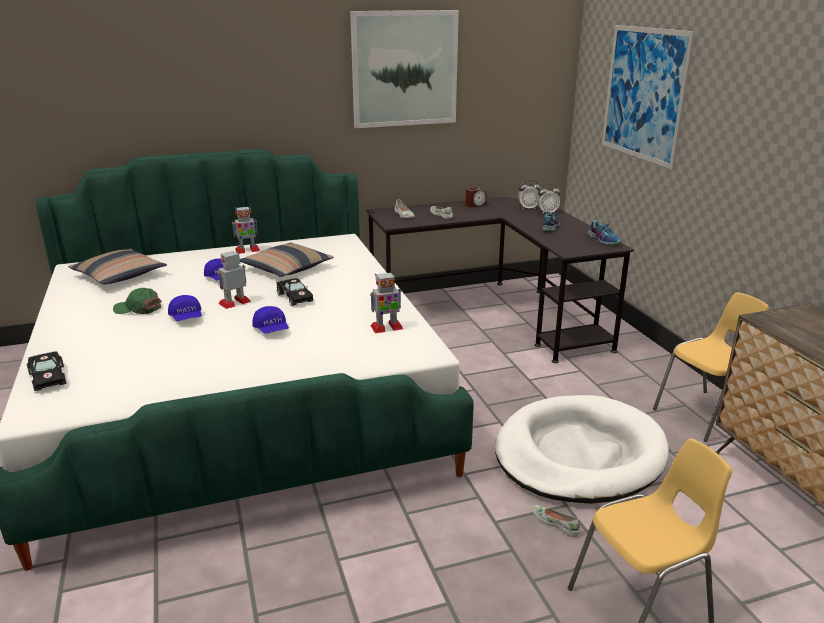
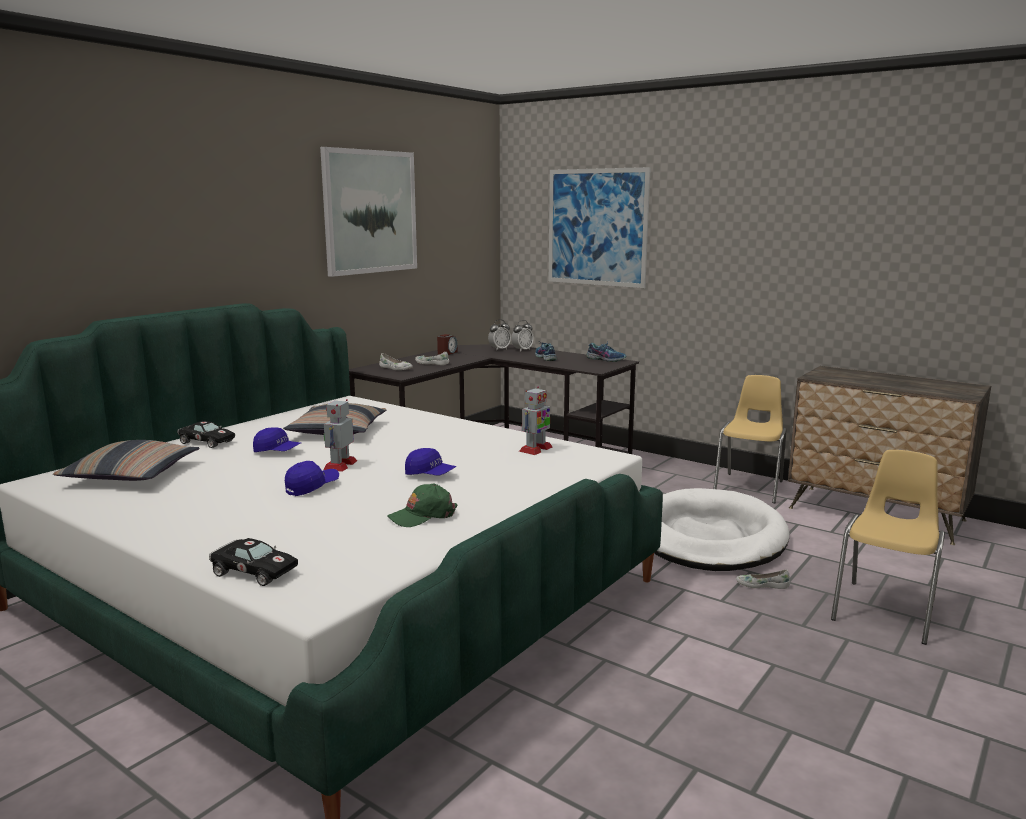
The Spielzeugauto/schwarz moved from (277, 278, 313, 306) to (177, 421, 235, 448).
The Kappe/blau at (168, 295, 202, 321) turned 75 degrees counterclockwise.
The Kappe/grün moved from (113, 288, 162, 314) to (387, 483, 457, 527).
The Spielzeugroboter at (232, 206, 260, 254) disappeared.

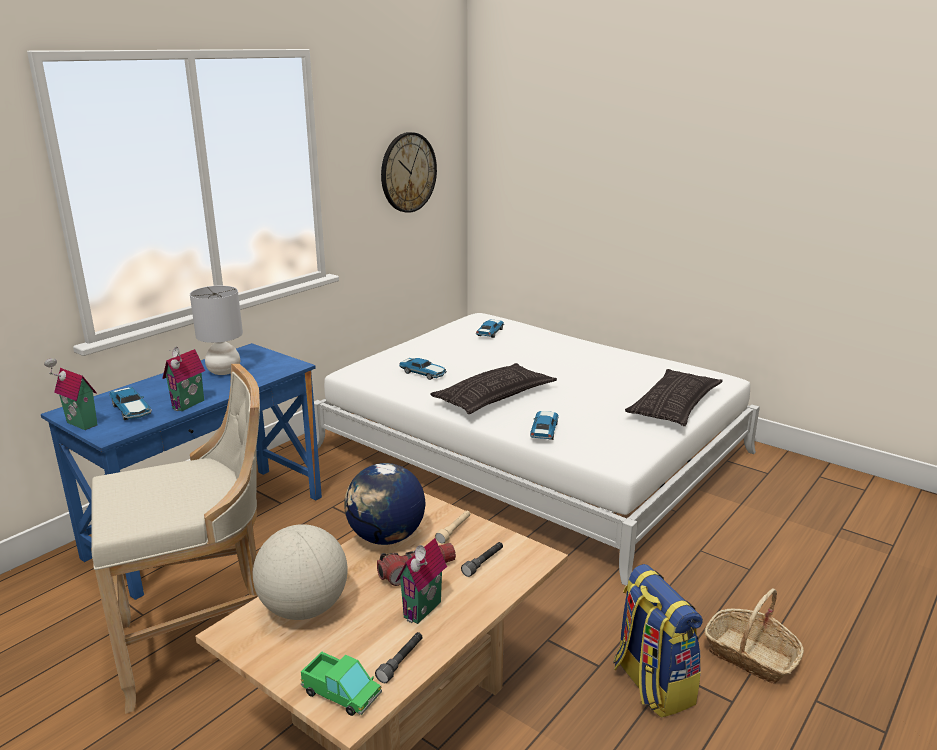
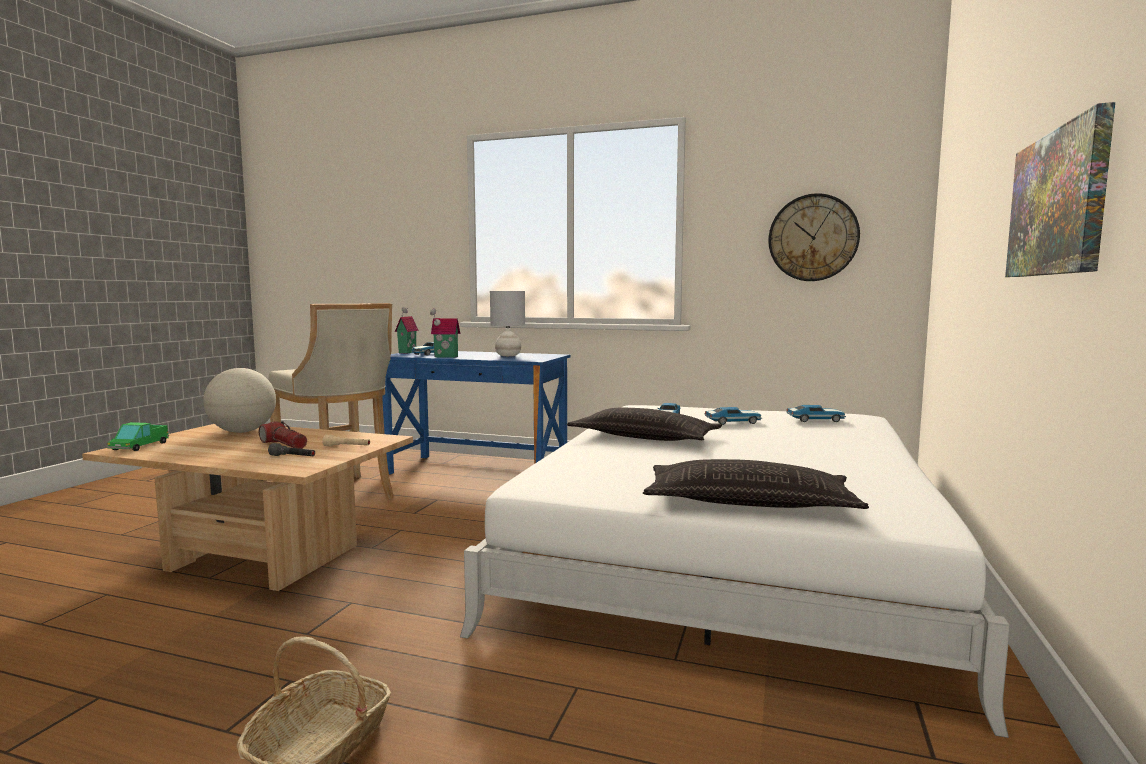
The Spielzeugauto moved from (530, 411, 559, 440) to (705, 407, 762, 425).
The Bild at (1005, 102, 1115, 277) appeared.
The Globus at (344, 463, 425, 545) disappeared.
The Taschenlampe/grau at (375, 632, 423, 683) disappeared.
The Spielzeughaus at (395, 538, 447, 624) disappeared.
The Rucksack at (614, 564, 703, 718) disappeared.

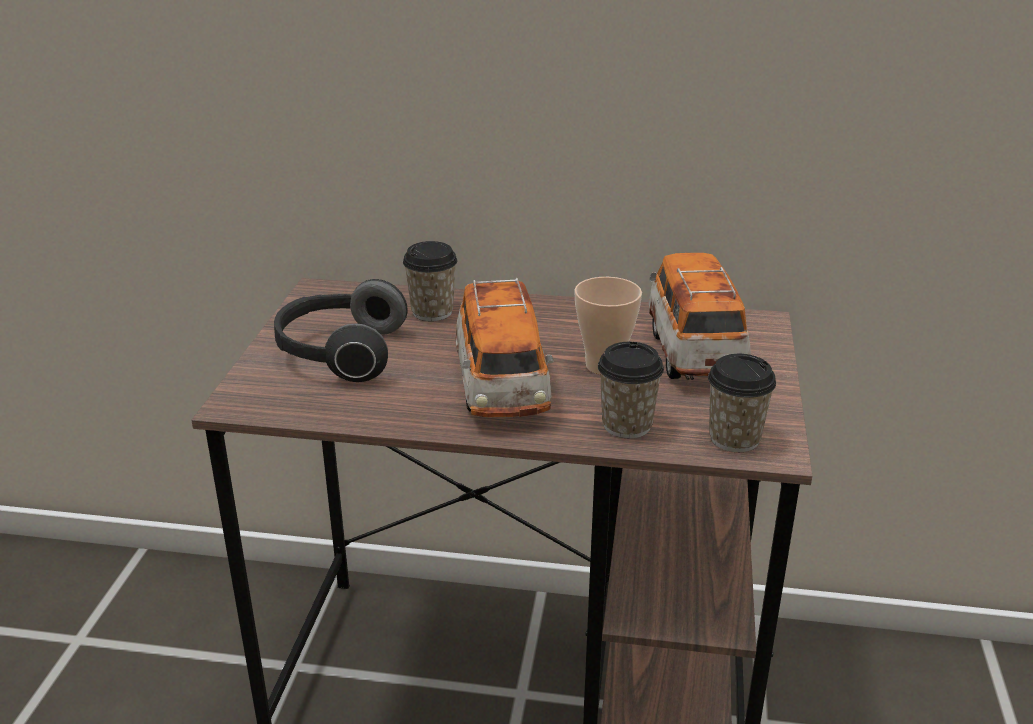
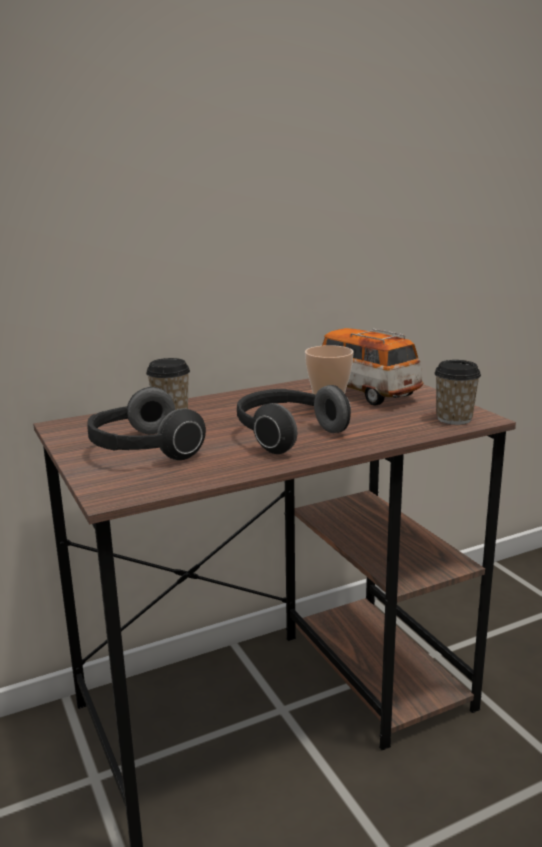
The Spielzeugauto at (455, 278, 554, 417) was replaced by the Kopfhörer at (237, 385, 351, 454).
The Tasse at (598, 342, 664, 438) disappeared.

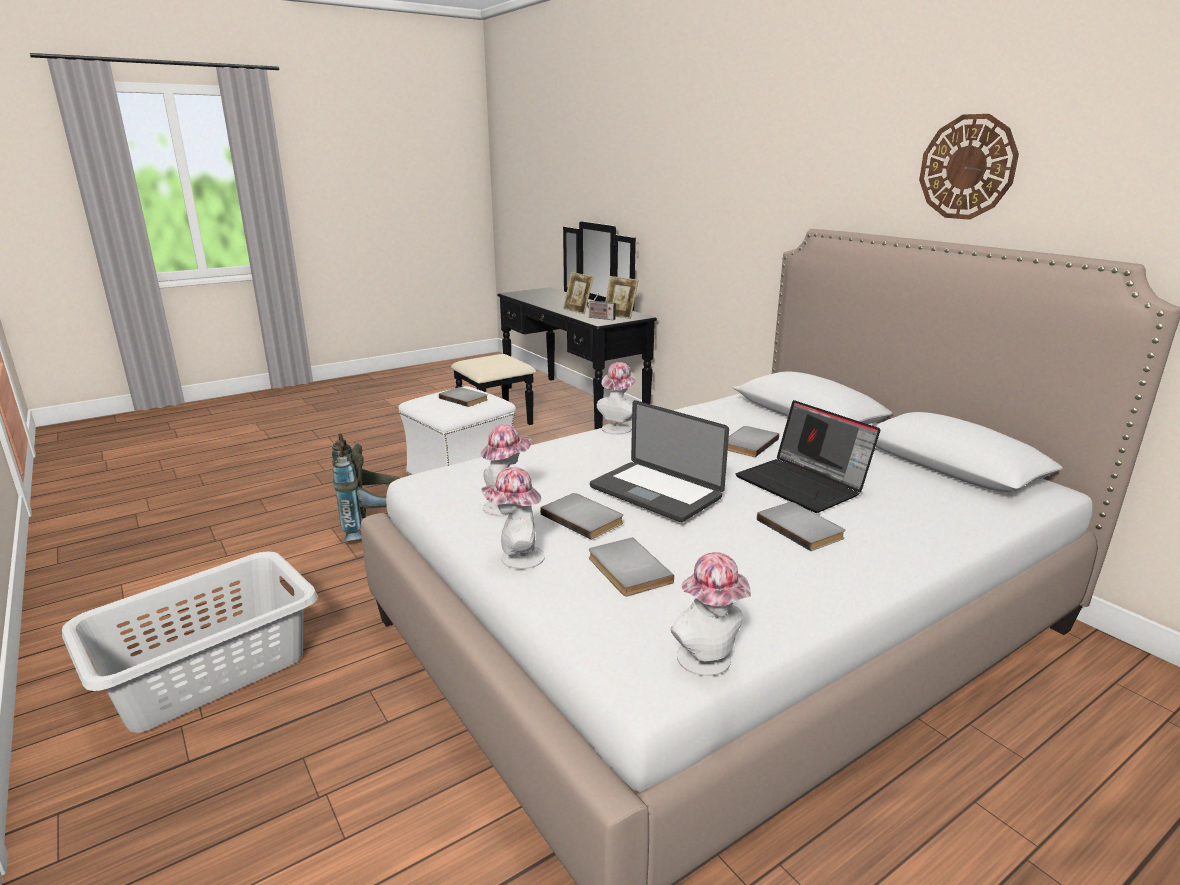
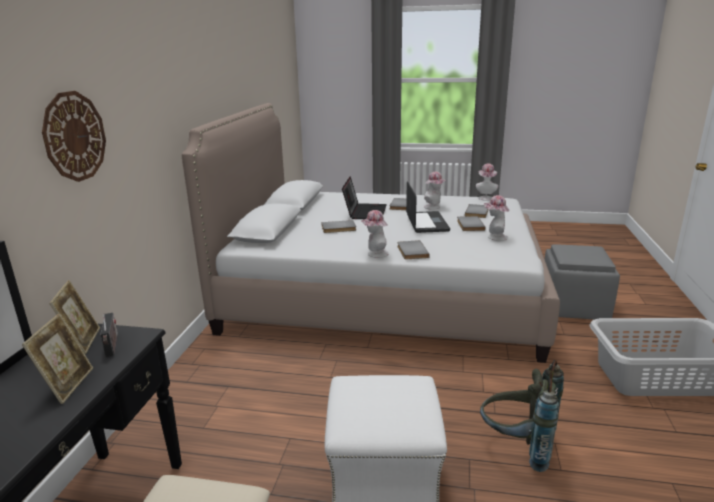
The Wanduhr moved from (919, 114, 1019, 220) to (42, 91, 106, 182).
The Buch/grau moved from (439, 387, 488, 407) to (397, 240, 430, 259).
The Hut moved from (481, 467, 545, 569) to (424, 172, 446, 210).
The Polsterhocker/grau at (545, 244, 620, 320) appeared.

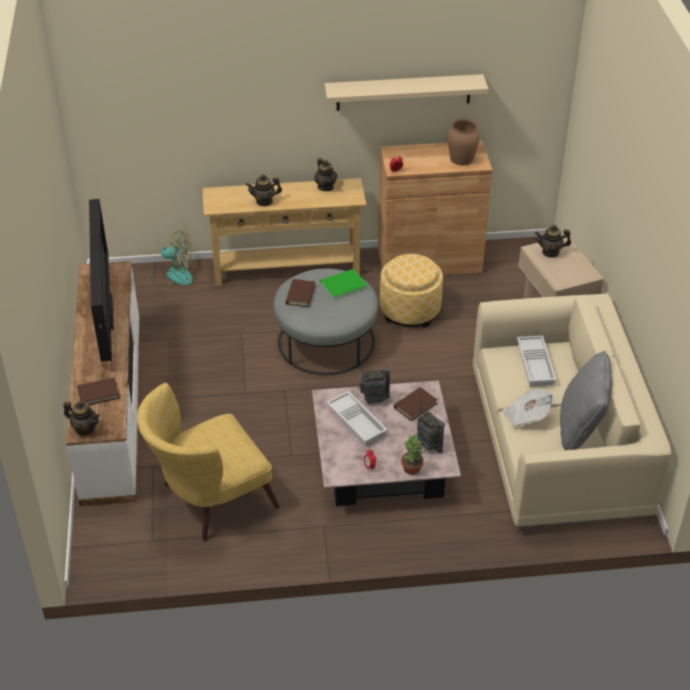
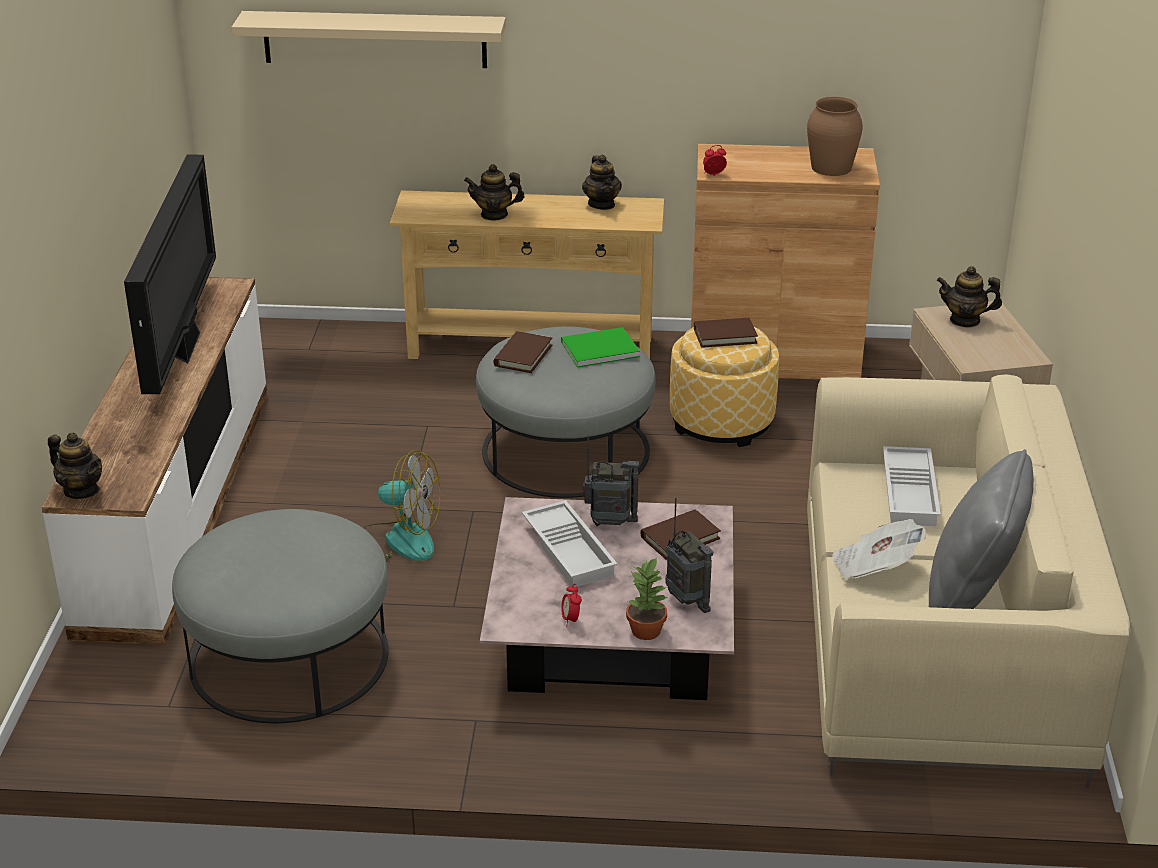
The Sessel/gelb at (137, 383, 280, 541) was replaced by the Polsterhocker/grau at (172, 509, 388, 723).
The Wandregal/beige moved from (324, 74, 489, 111) to (231, 11, 506, 68).
The Ventilator moved from (151, 230, 193, 292) to (363, 450, 440, 561).
The Buch/braun moved from (77, 377, 120, 405) to (694, 318, 758, 348).

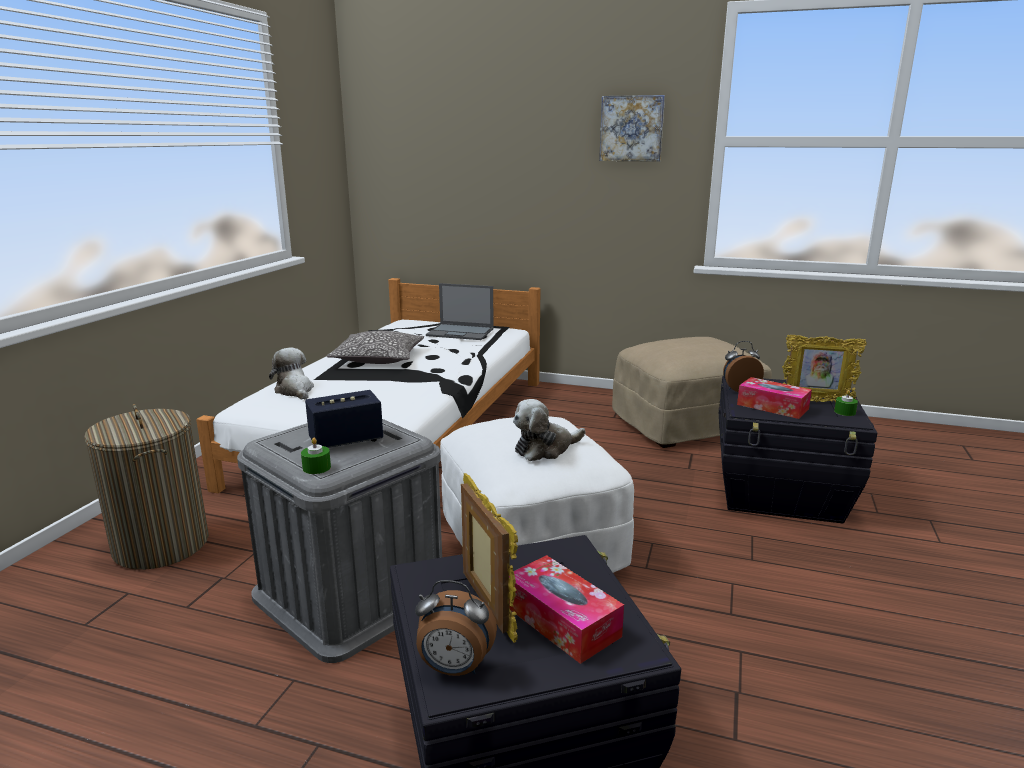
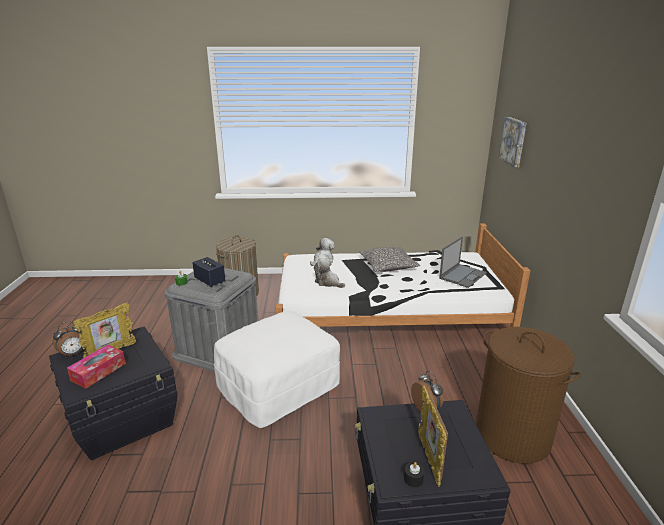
The Wecker at (415, 580, 497, 676) turned 120 degrees counterclockwise.
The Plüschtier moved from (513, 399, 585, 461) to (314, 258, 345, 288).
The Kerze/grün at (834, 390, 858, 416) became the Kerze/schwarz at (404, 462, 424, 487).
The Laptop at (426, 283, 494, 340) turned 135 degrees counterclockwise.
The Polsterhocker/beige at (612, 337, 772, 448) was replaced by the Wäschekorb/braun at (476, 327, 581, 464).
The Bild moved from (599, 95, 665, 162) to (499, 117, 526, 168).
The Taschentuchbox at (737, 377, 812, 419) disappeared.

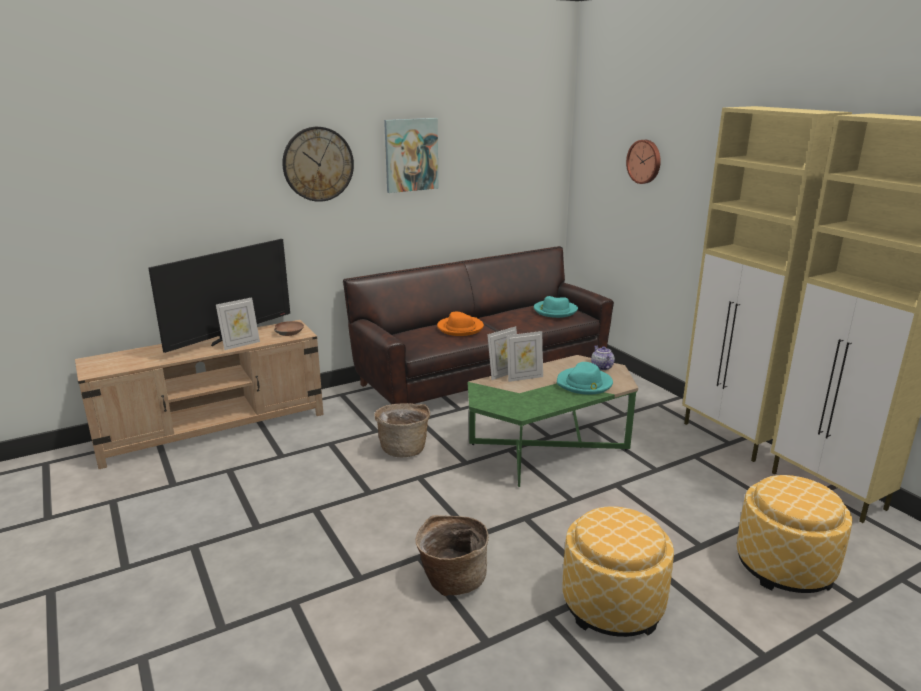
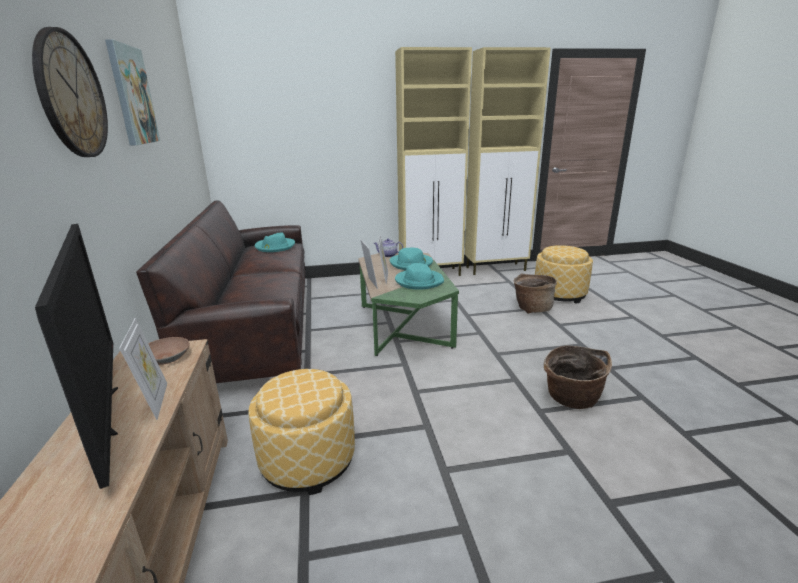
The Polsterhocker moved from (562, 506, 674, 637) to (248, 369, 355, 495).
The Hut/türkis at (395, 263, 444, 290) appeared.
The Korb moved from (374, 403, 430, 457) to (514, 273, 557, 314).
The Hut/orange at (437, 312, 484, 336) disappeared.
The Wanduhr at (626, 140, 661, 184) disappeared.

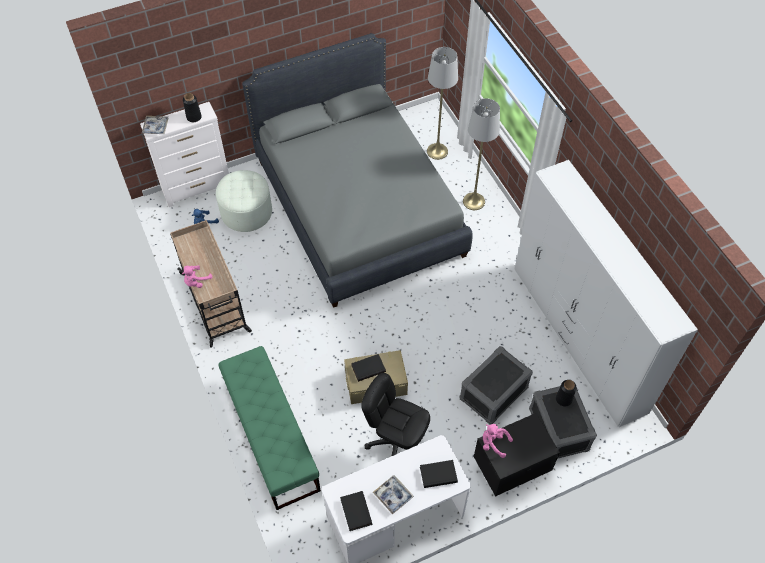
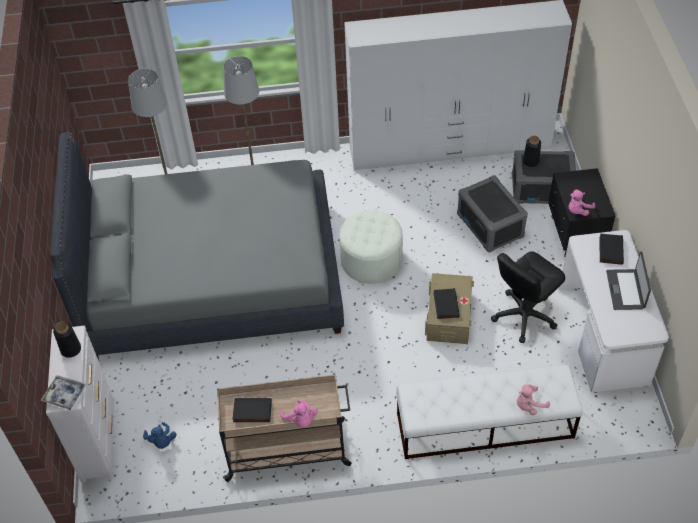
The Buch/schwarz moved from (340, 491, 372, 531) to (233, 398, 272, 422).
The Polsterhocker/weiß moved from (216, 170, 272, 232) to (339, 210, 403, 284).
The Bank/grün at (218, 346, 321, 510) became the Bank/weiß at (396, 364, 582, 459).
The Plüschtier/rosa at (517, 384, 550, 415) appeared.
The Tablett at (373, 475, 414, 515) was replaced by the Laptop at (606, 251, 651, 310).

